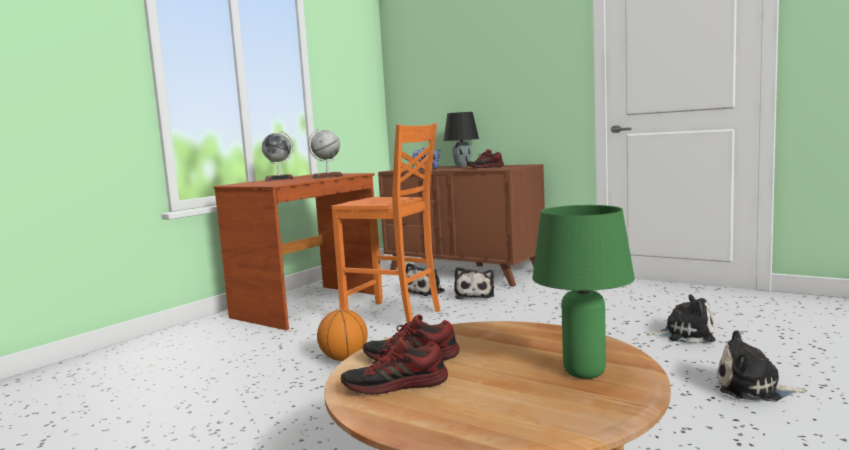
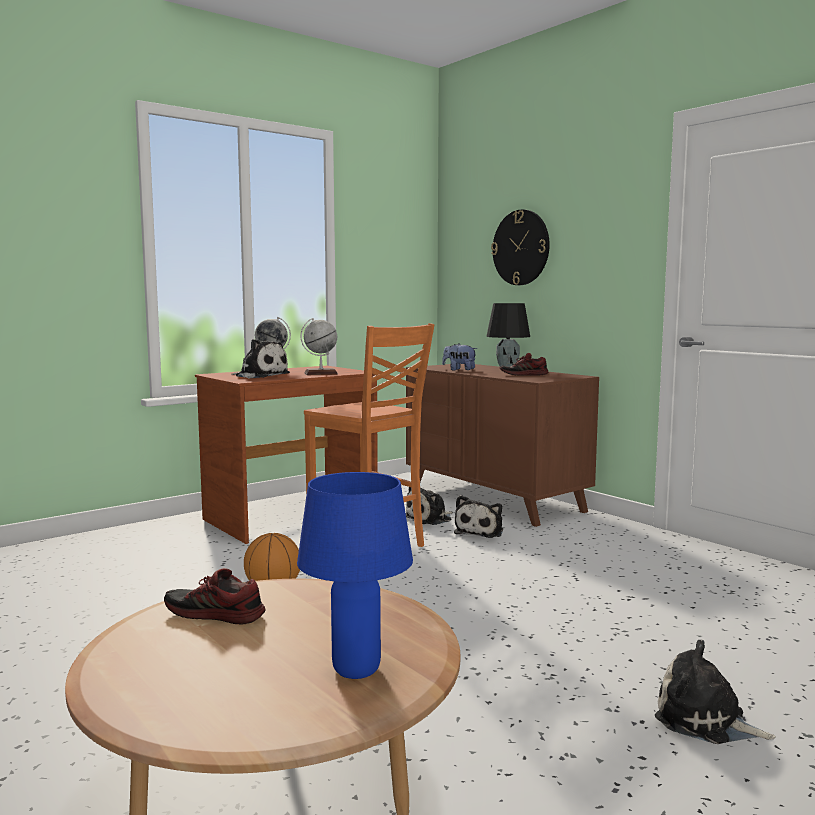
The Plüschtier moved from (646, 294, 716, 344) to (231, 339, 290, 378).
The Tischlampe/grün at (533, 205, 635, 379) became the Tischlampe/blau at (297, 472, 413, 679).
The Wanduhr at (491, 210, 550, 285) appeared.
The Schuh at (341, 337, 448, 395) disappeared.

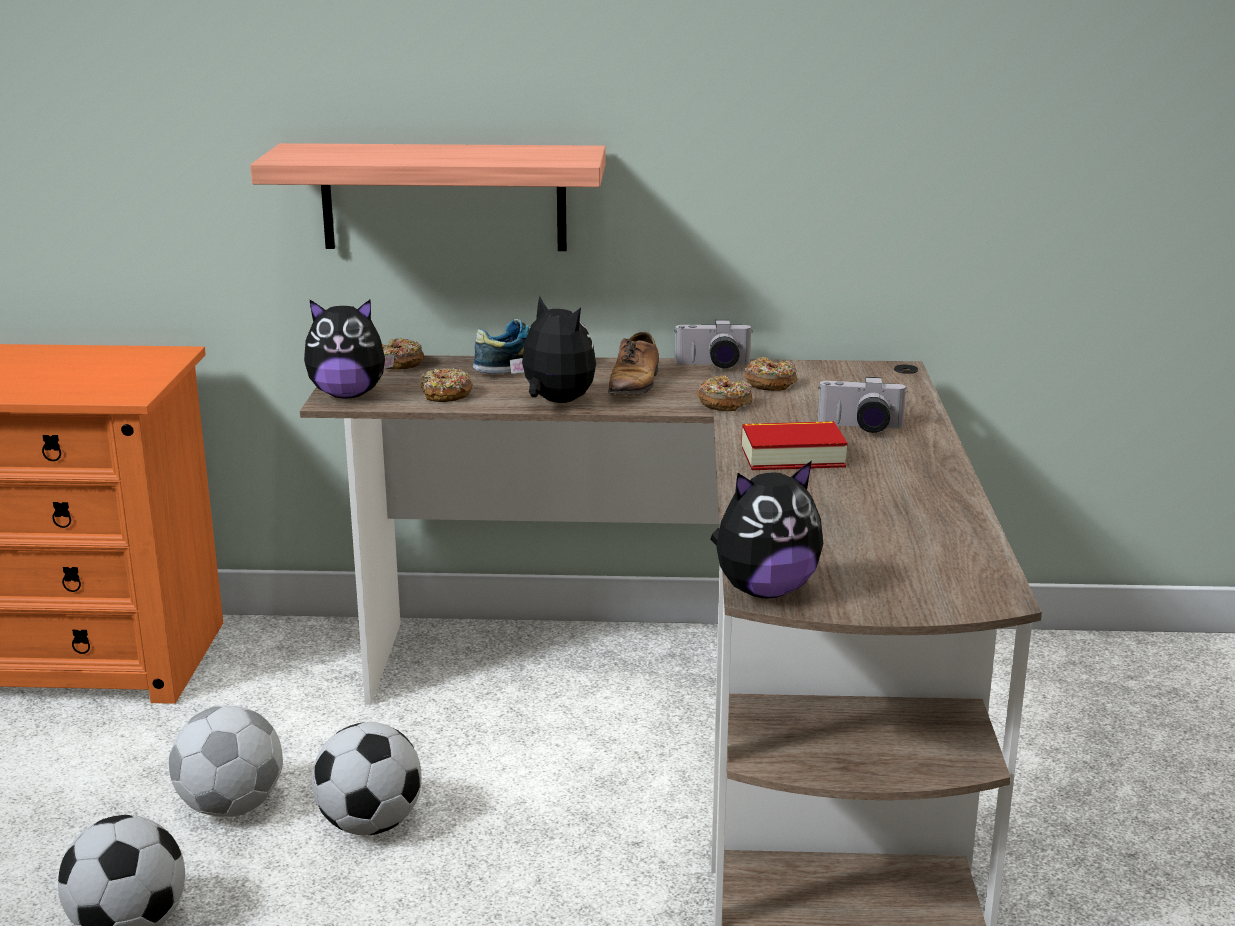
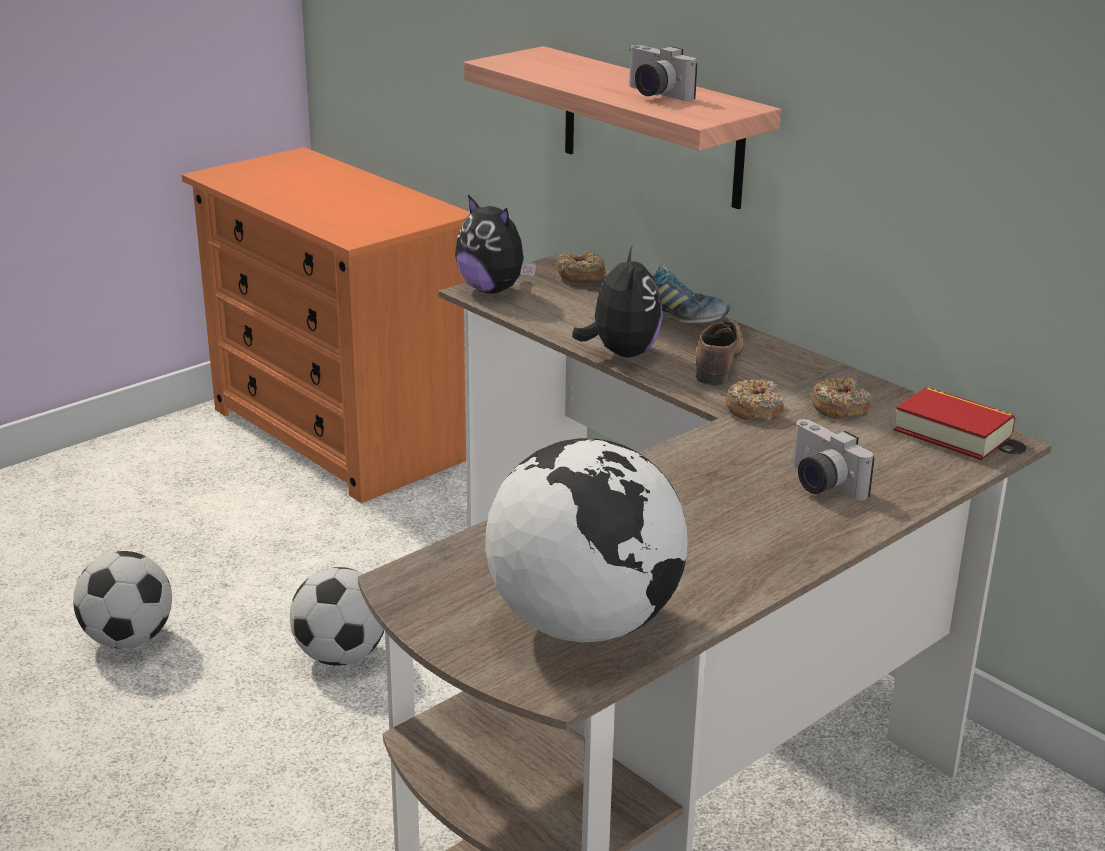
The Globus at (485, 438, 688, 642) appeared.
The Kamera moved from (674, 320, 753, 368) to (629, 45, 697, 101).
The Schuh at (608, 332, 659, 396) turned 135 degrees clockwise.
The Buch moved from (741, 421, 848, 470) to (893, 387, 1015, 460).
The Fußball at (169, 705, 283, 817) disappeared.
The Donut at (421, 368, 473, 402) disappeared.
The Plüschtier at (710, 461, 823, 599) disappeared.

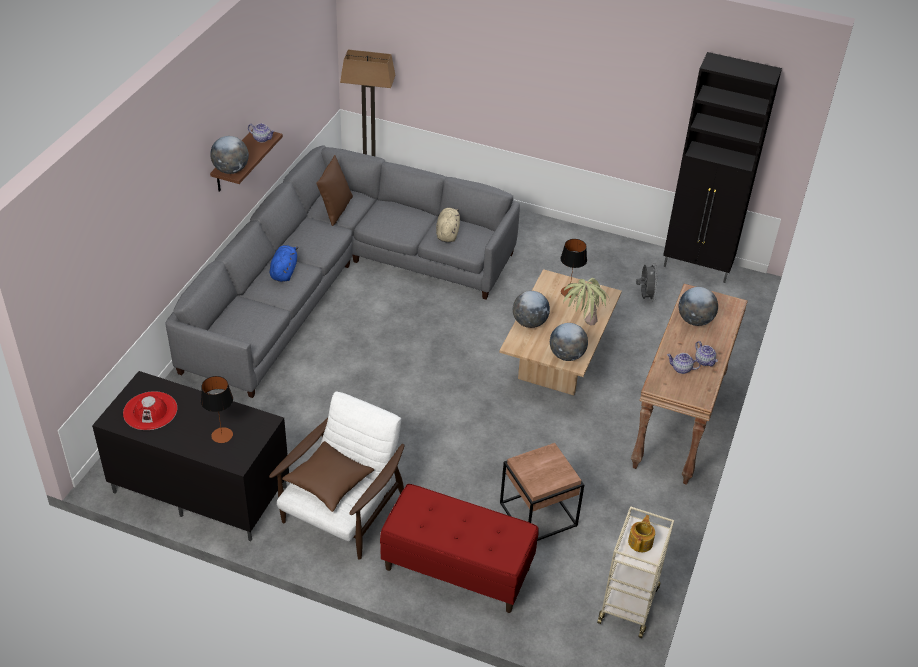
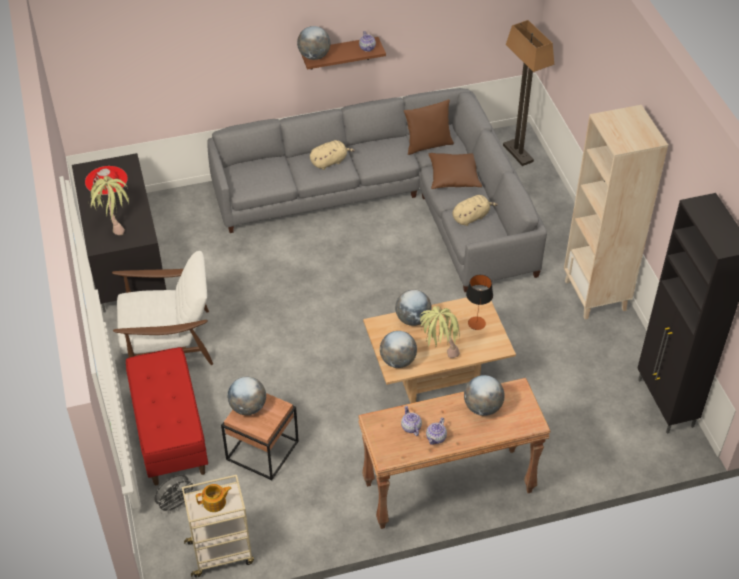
The Tischlampe at (201, 376, 233, 443) was replaced by the Topfpflanze at (89, 176, 129, 235).
The Ventilator/grau moved from (636, 263, 658, 301) to (154, 475, 197, 513).
The Globus at (228, 377, 266, 415) appeared.
The Plüschtier/blau at (270, 245, 299, 282) became the Plüschtier/beige at (310, 140, 355, 170).
The Kissen/braun moved from (282, 441, 374, 512) to (429, 153, 482, 189).
The Bücherregal/beige at (564, 105, 668, 320) appeared.

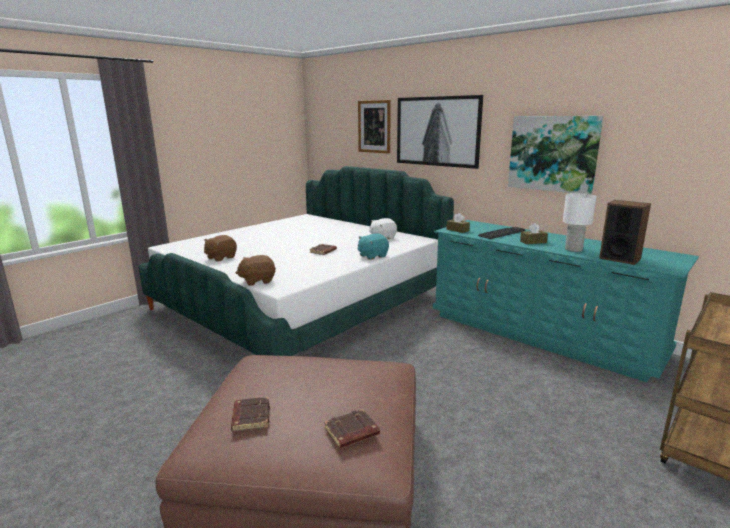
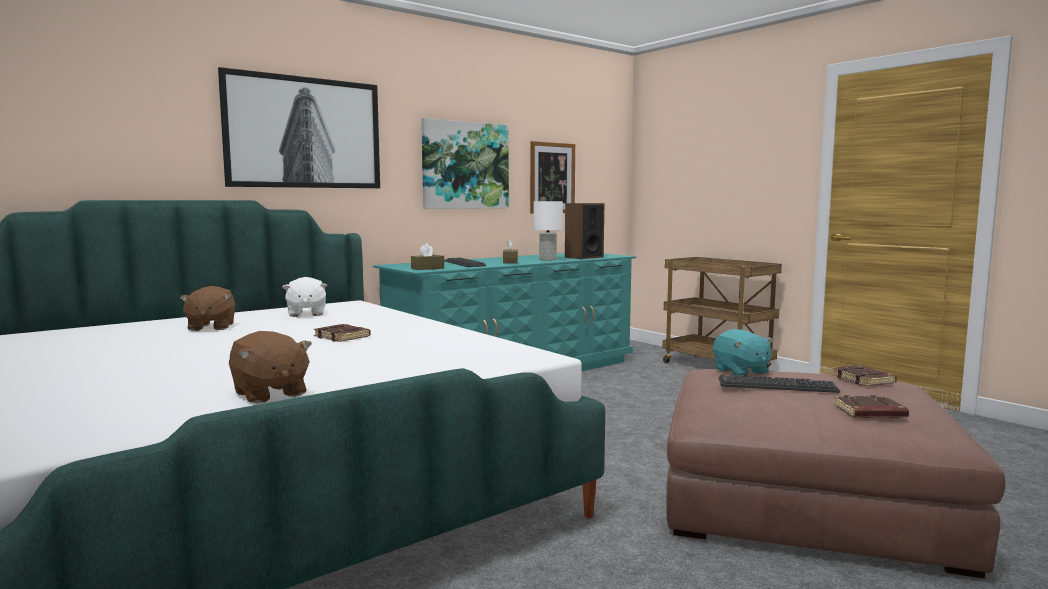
The Plüschtier/braun moved from (236, 255, 276, 286) to (180, 286, 235, 331).
The Bild moved from (358, 100, 391, 154) to (530, 141, 575, 214).
The Plüschtier/türkis moved from (358, 234, 389, 260) to (713, 329, 773, 376).
The Tastatur at (719, 374, 840, 393) appeared.

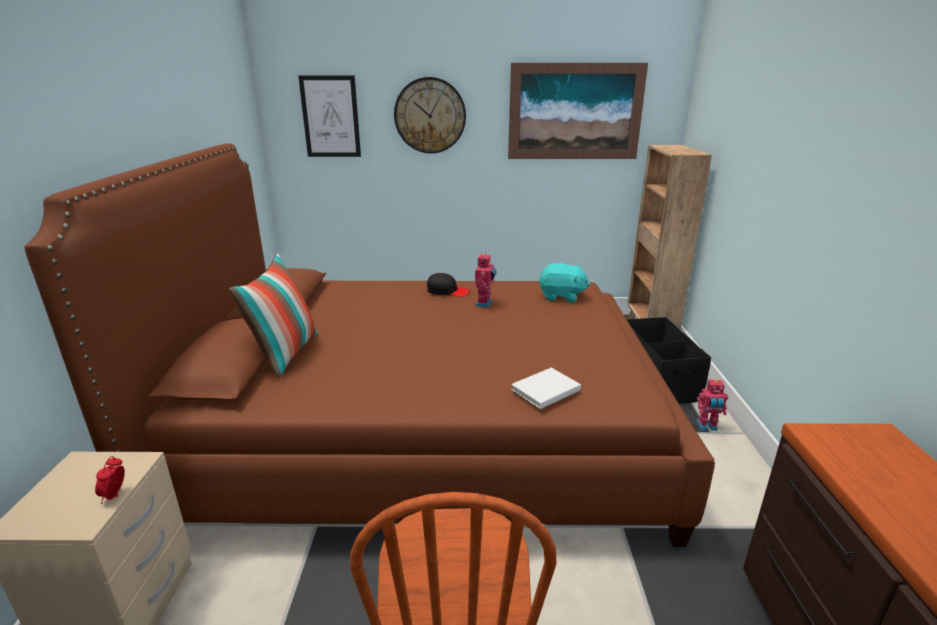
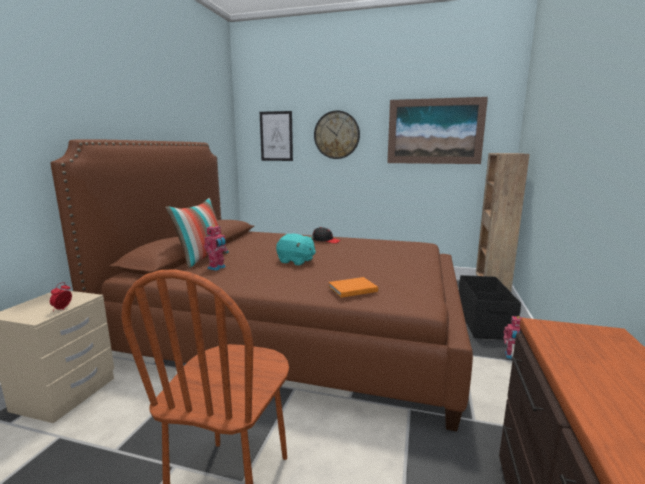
The Spielzeugroboter moved from (475, 252, 496, 308) to (204, 224, 228, 271).
The Plüschtier/türkis moved from (538, 263, 590, 302) to (276, 234, 316, 266).
The Buch/weiß at (511, 368, 581, 409) became the Buch/orange at (329, 277, 378, 298).

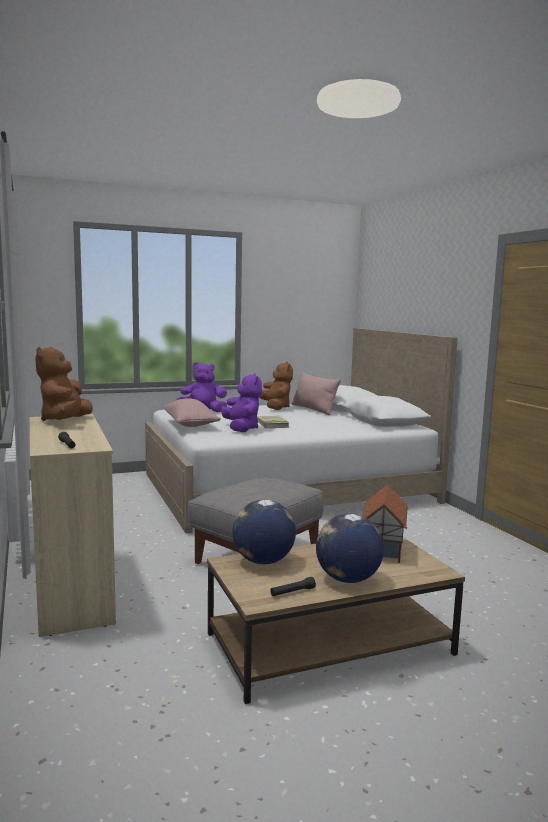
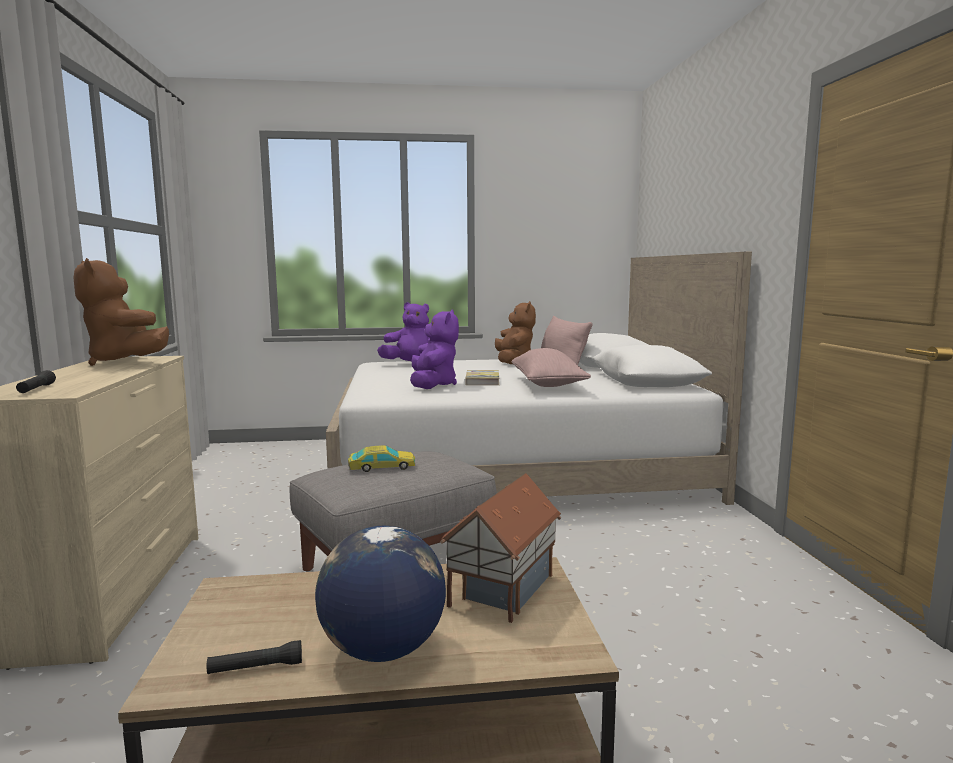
The Plüschtier/braun at (35, 347, 93, 421) turned 60 degrees counterclockwise.
The Spielzeugauto at (348, 445, 415, 472) appeared.
The Kissen/rosa moved from (163, 398, 221, 427) to (512, 348, 591, 387).
The Globus at (232, 500, 296, 564) disappeared.

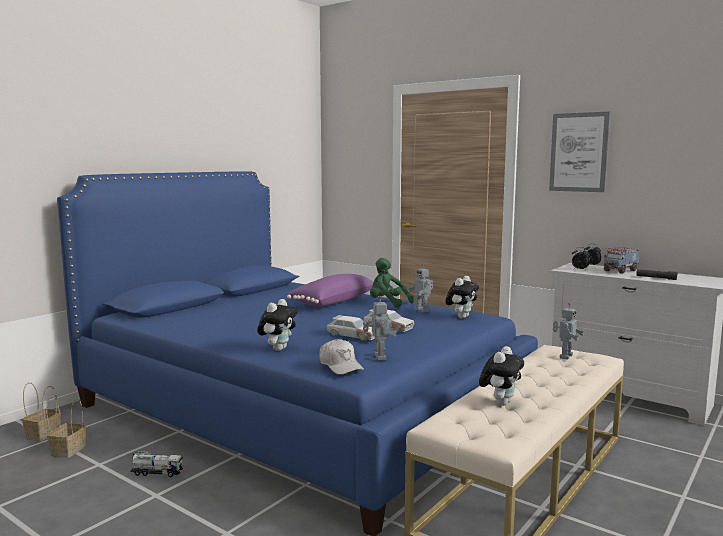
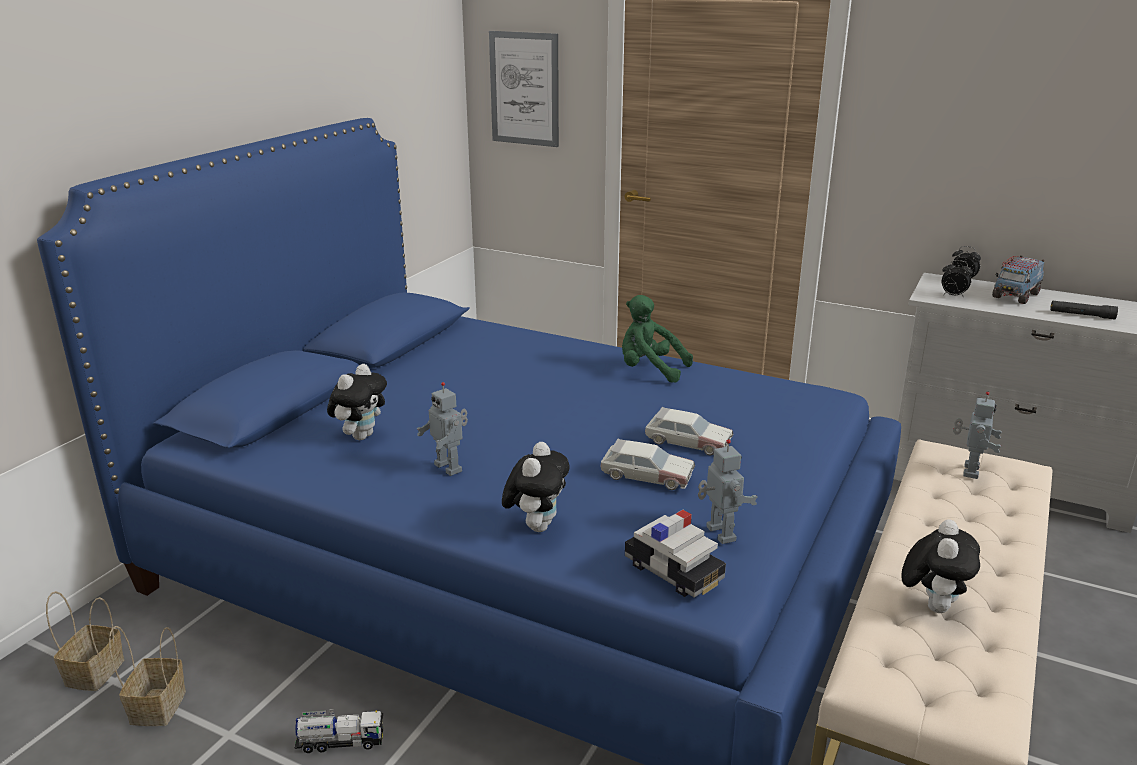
The Plüschtier moved from (445, 276, 479, 319) to (327, 364, 387, 440).
The Spielzeugroboter moved from (408, 264, 433, 313) to (417, 382, 468, 476).
The Bild moved from (549, 112, 610, 192) to (489, 31, 559, 147).
The Kappe/weiß at (319, 339, 364, 375) was replaced by the Spielzeugauto at (625, 510, 726, 598).
The Kissen/lila at (287, 274, 373, 307) disappeared.

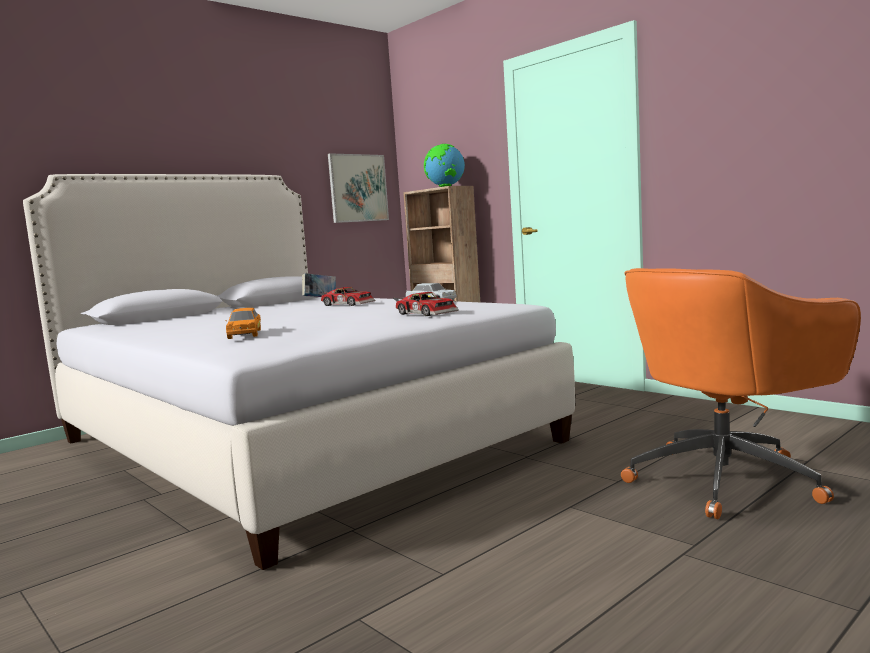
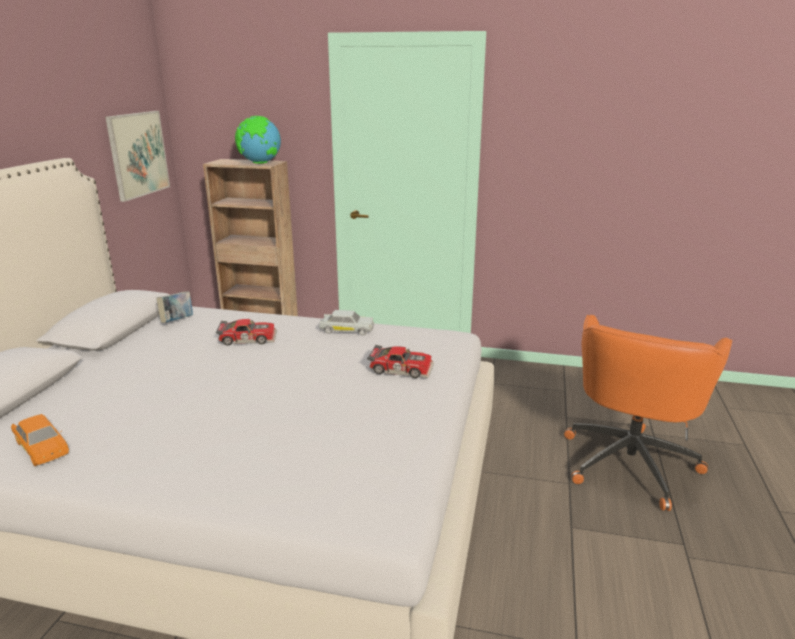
The Spielzeugauto/orange moved from (225, 308, 261, 339) to (11, 414, 69, 466).

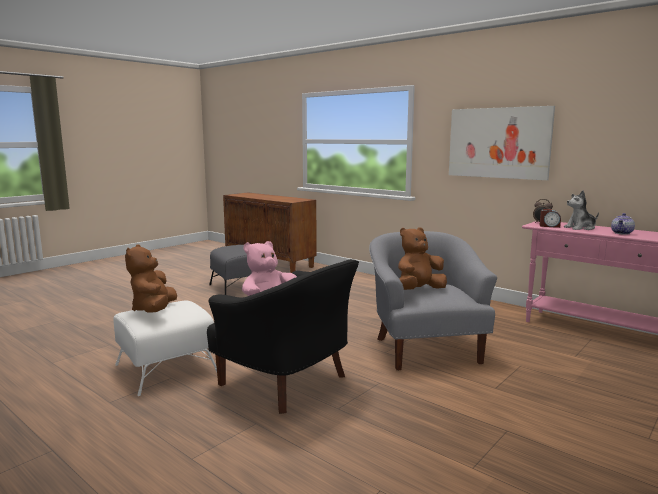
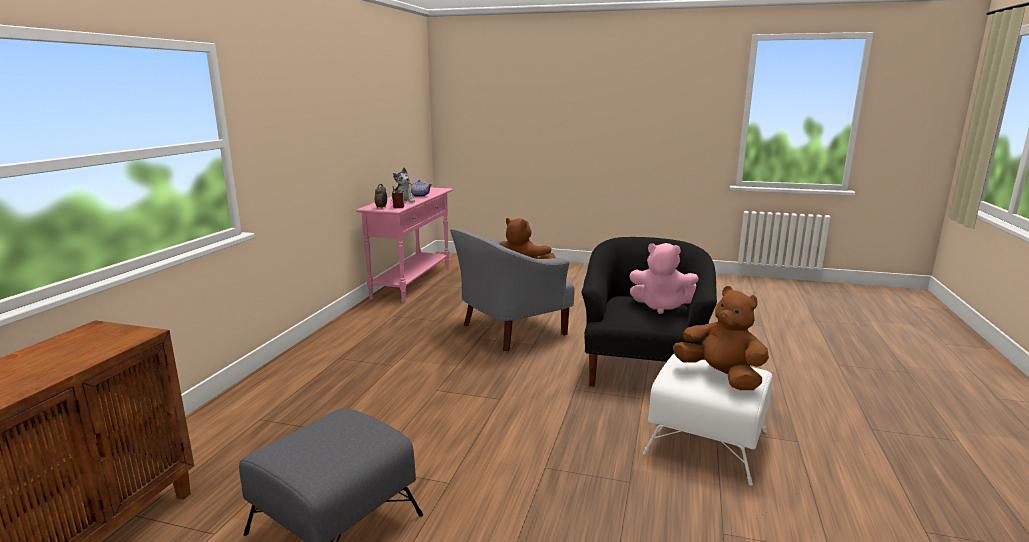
The Plüschtier/braun at (125, 245, 177, 313) turned 105 degrees counterclockwise.
The Bild at (449, 106, 555, 180) disappeared.

